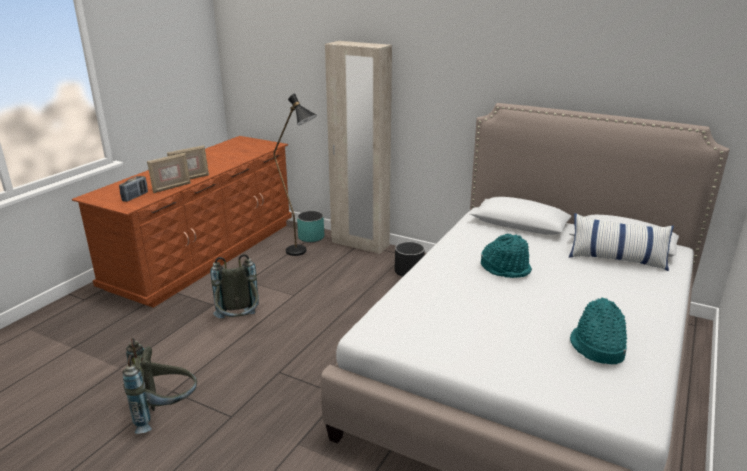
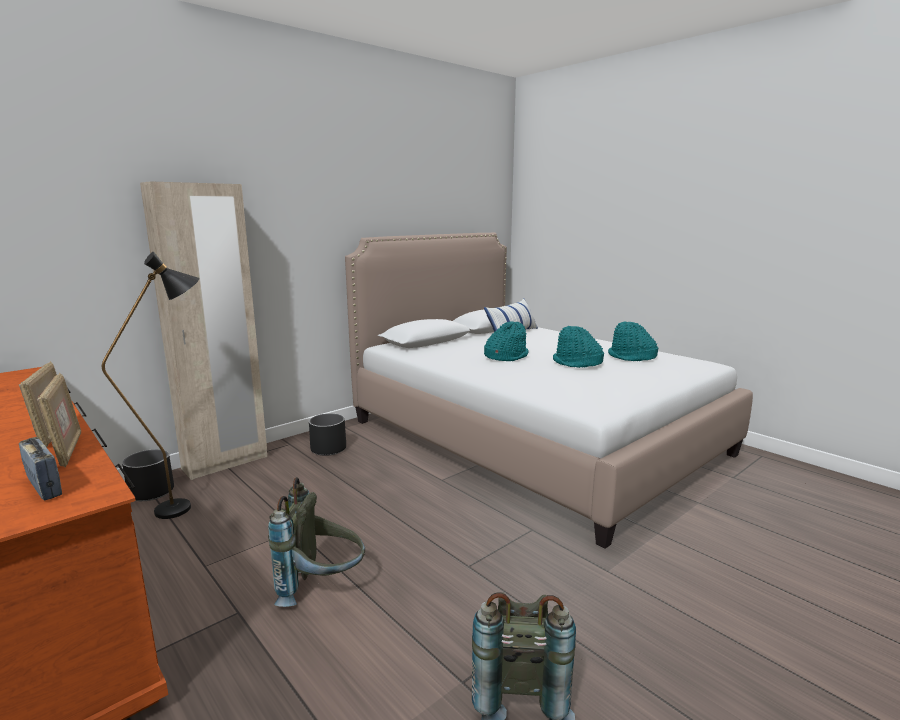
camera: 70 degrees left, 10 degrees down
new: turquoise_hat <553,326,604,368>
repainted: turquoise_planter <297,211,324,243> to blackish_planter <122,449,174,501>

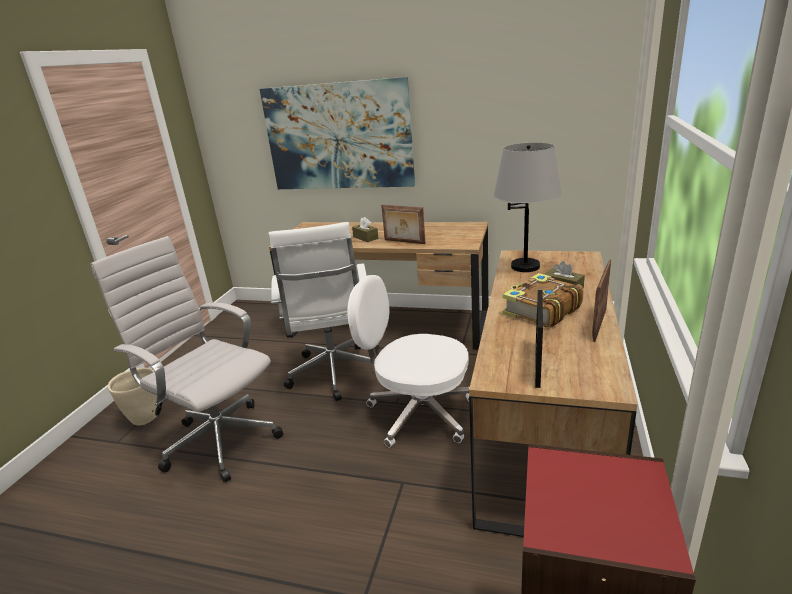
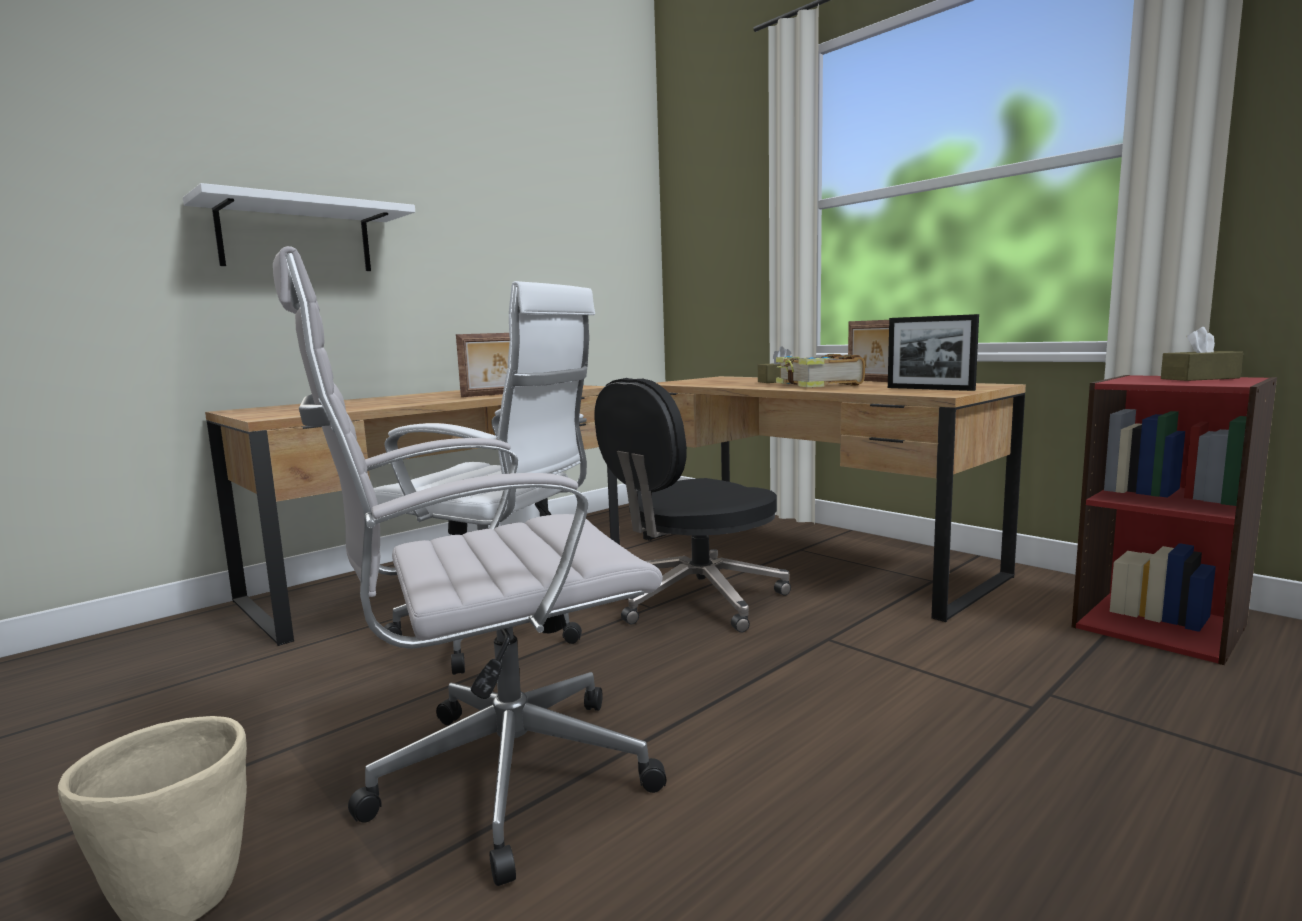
camera: 60 degrees left, 15 degrees down
gone: gray_tabletop_lamp <494,143,562,272>
shifted: brown-coloured_tissue_box <352,217,378,242> to <1161,327,1243,381>
swapped: wall_art <260,77,415,189> to whitish_bracket_shelf <183,183,415,271>
repainted: whitish_computer_chair <347,275,470,448> to blackish_computer_chair <594,378,791,633>

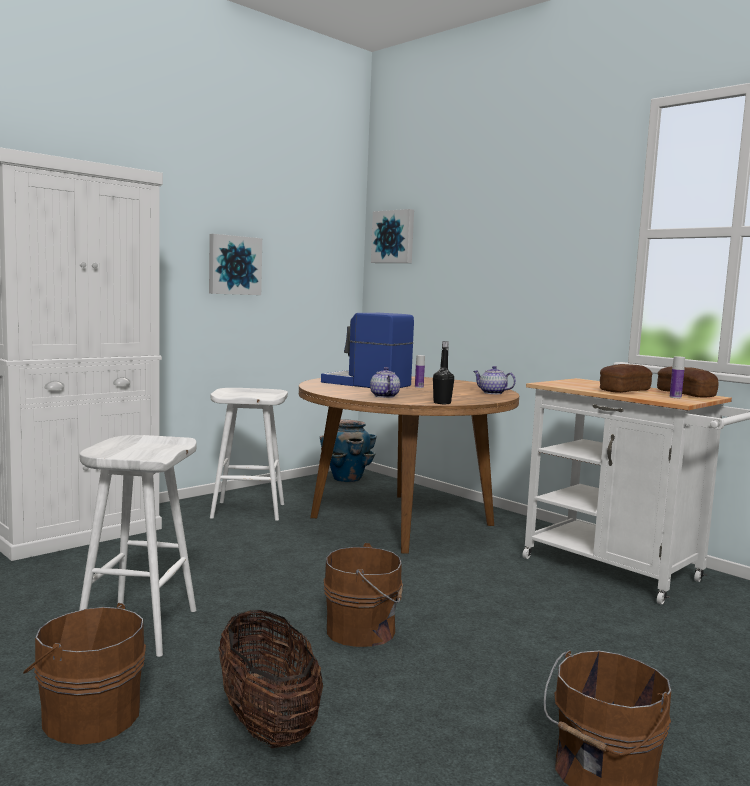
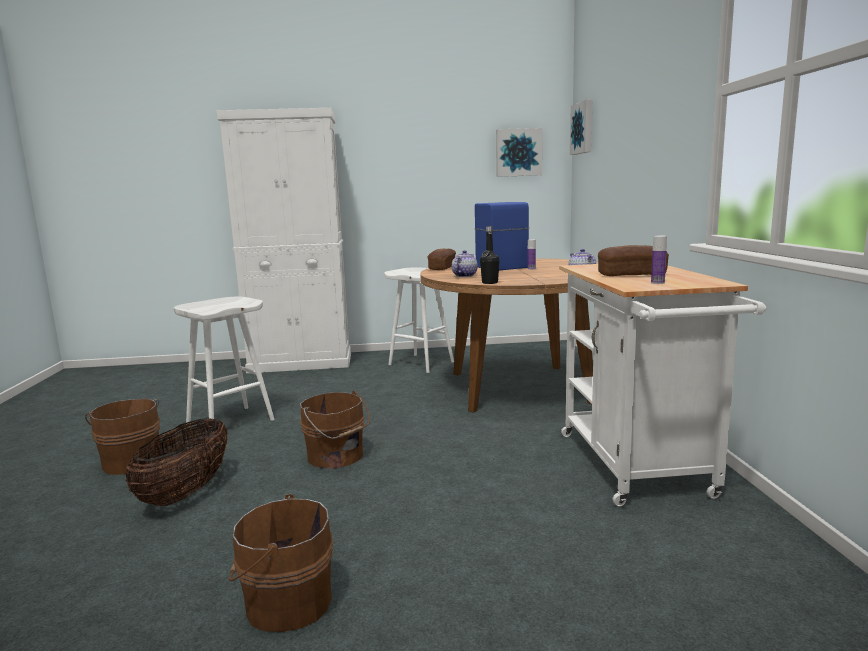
camera: 40 degrees right, 5 degrees up
gone: planter <320,420,377,482>
shifted: wall_art <209,234,262,295> to <496,128,542,177>; baked_bread <657,367,718,397> to <428,248,456,270>

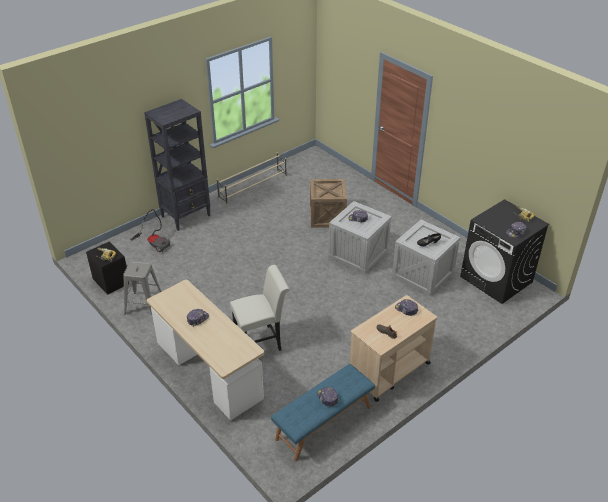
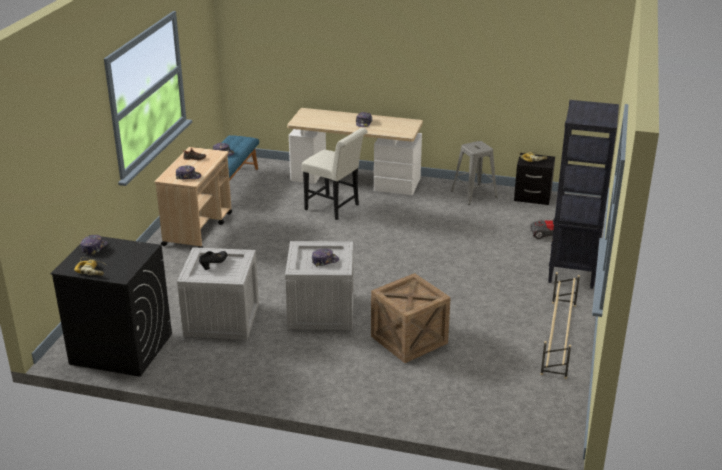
camera: 145 degrees right, 10 degrees down
rotated: whitish_upright_chair <230,265,290,351> = <302,128,368,220> 90 degrees counterclockwise

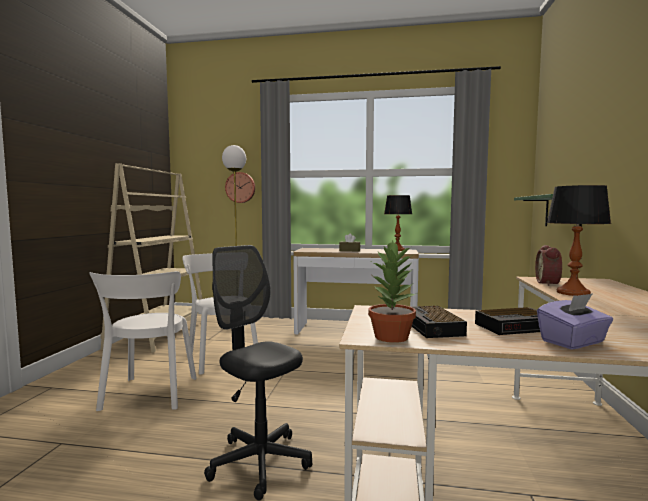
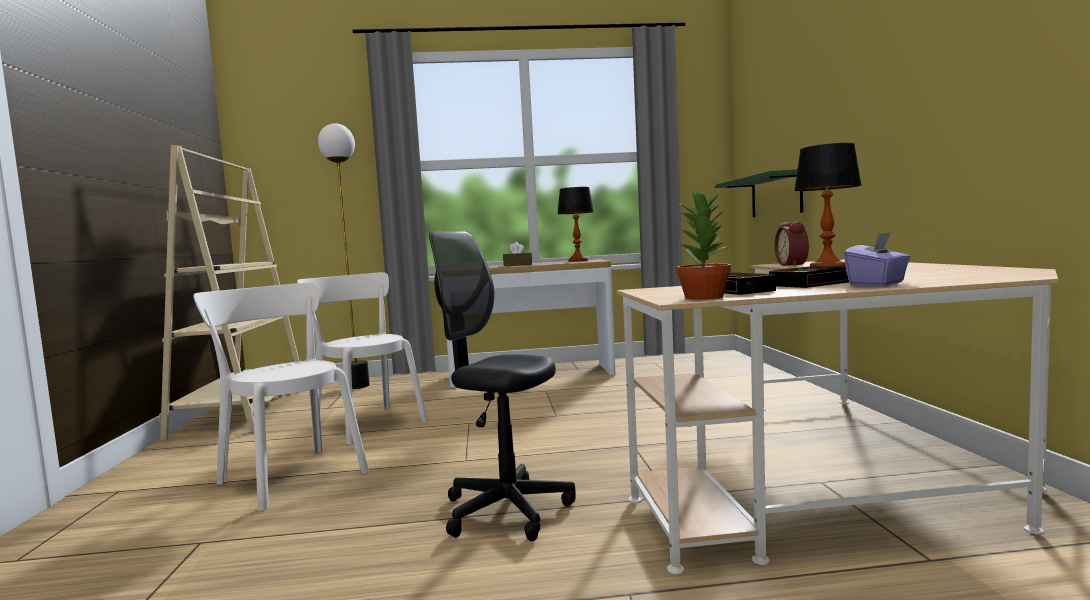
camera: 15 degrees left, 0 degrees up
gone: wall_clock <225,172,255,203>
rotated: whitish_upright_chair <89,271,197,411> = <193,282,369,511> 150 degrees clockwise

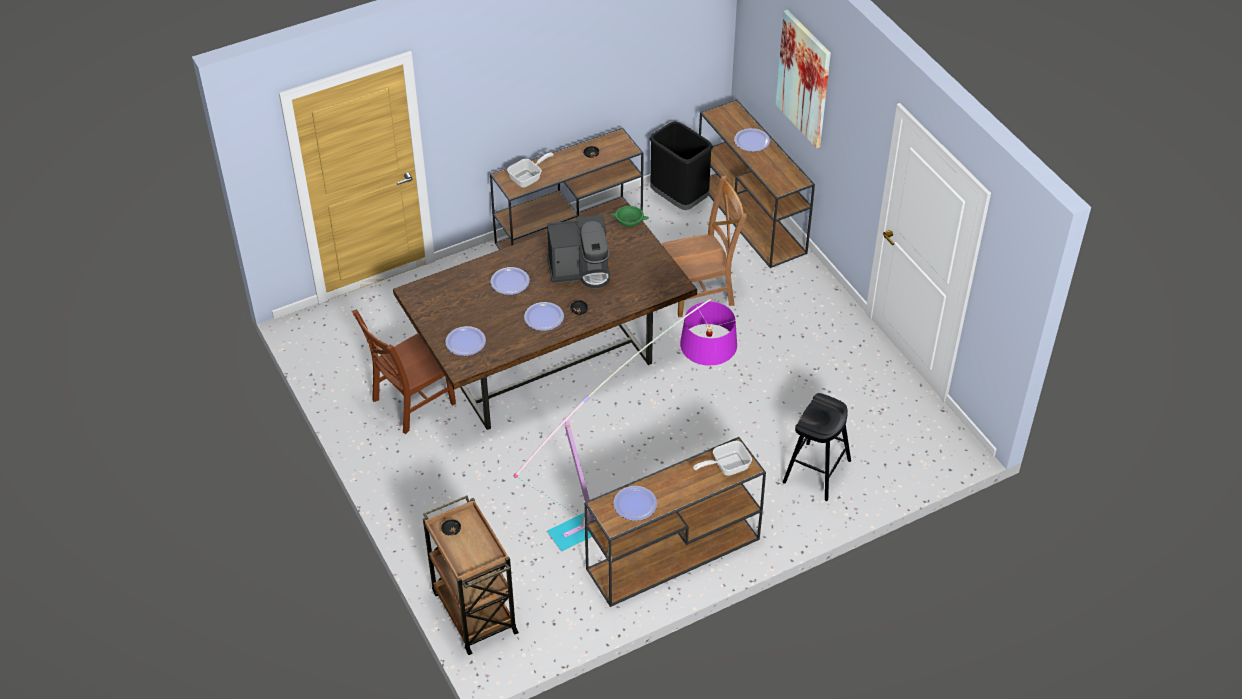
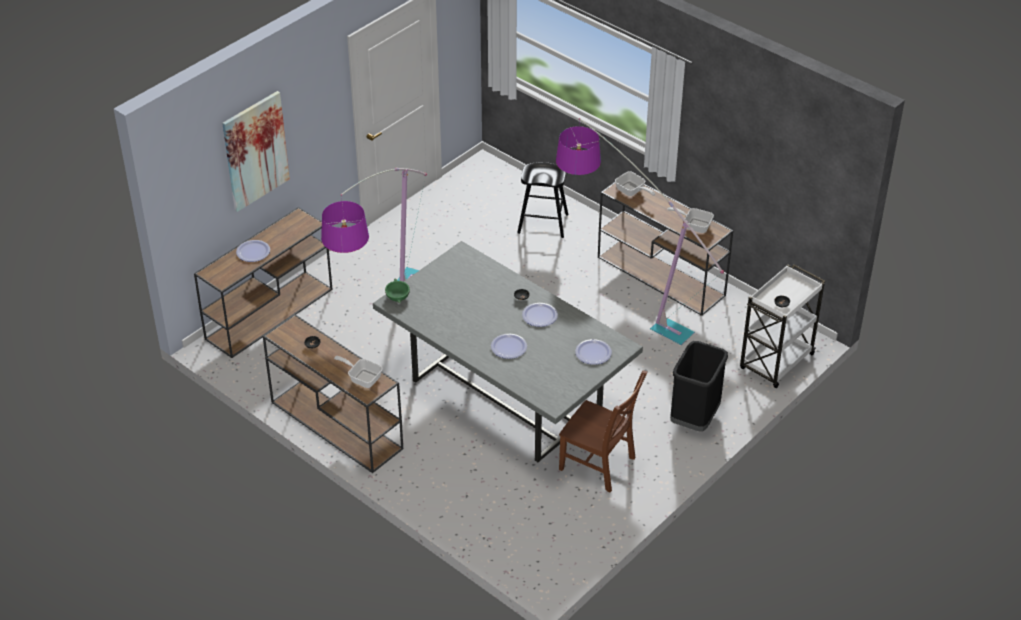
camera: 110 degrees left, 5 degrees down
gone: coffee_machine <547,215,610,289>
shifted: blackish_rubbish_bin <649,121,713,210> to <670,341,728,431>
swapped: brown-coloured_upright_chair <662,175,747,317> to standing_lamp <321,168,427,282>; flat_dish <613,486,657,521> to frying_pan <667,207,714,233>
repainted: brown-coloured_dining_table <393,203,697,430> to gray_dining_table <373,241,643,462>; brown-coloured_trolley <423,495,519,655> to whitish_trolley <740,265,825,388>

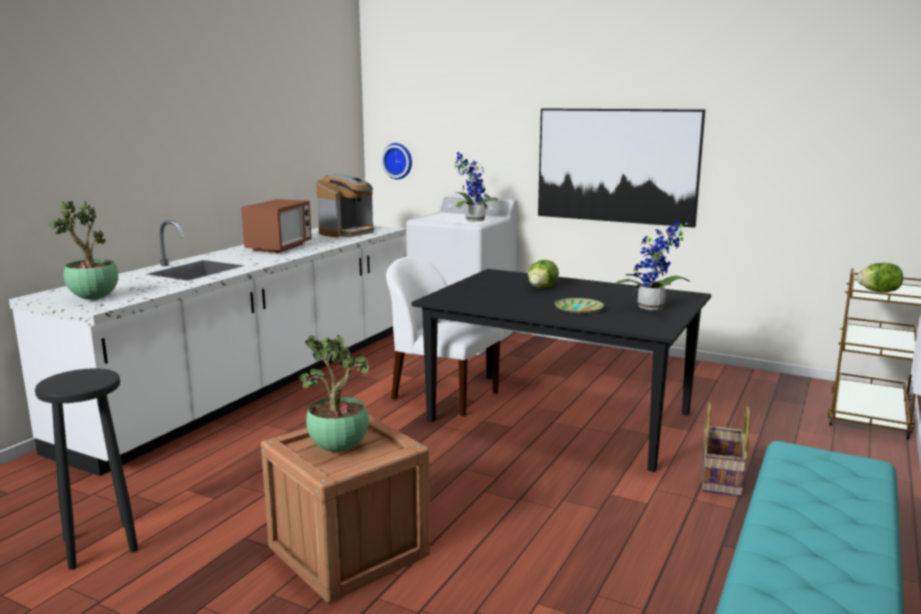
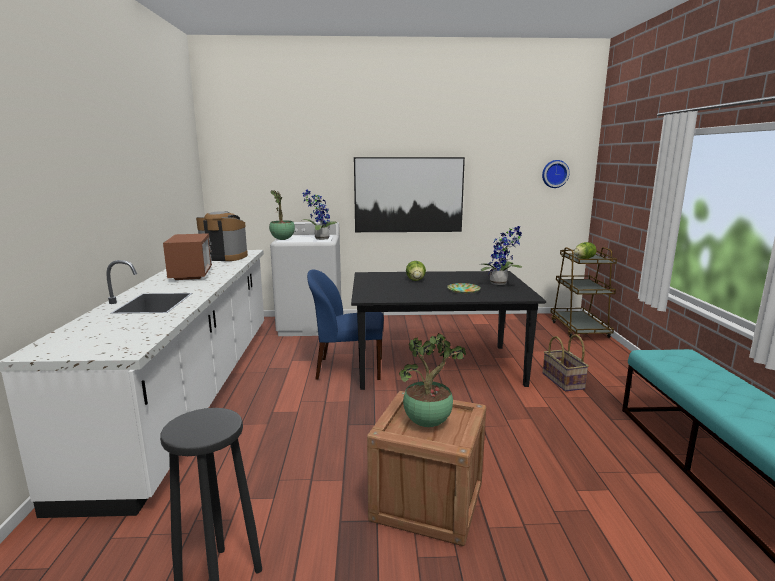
camera: 30 degrees left, 0 degrees up
shifted: wall_clock <381,143,412,179> to <542,160,570,188>; houseplant <49,201,118,300> to <269,190,295,240>
repainted: whitish_upright_chair <386,257,502,416> to blue-coloured_upright_chair <307,270,384,380>
rotated: coffee_machine <316,174,374,238> = <196,211,248,261> 90 degrees counterclockwise

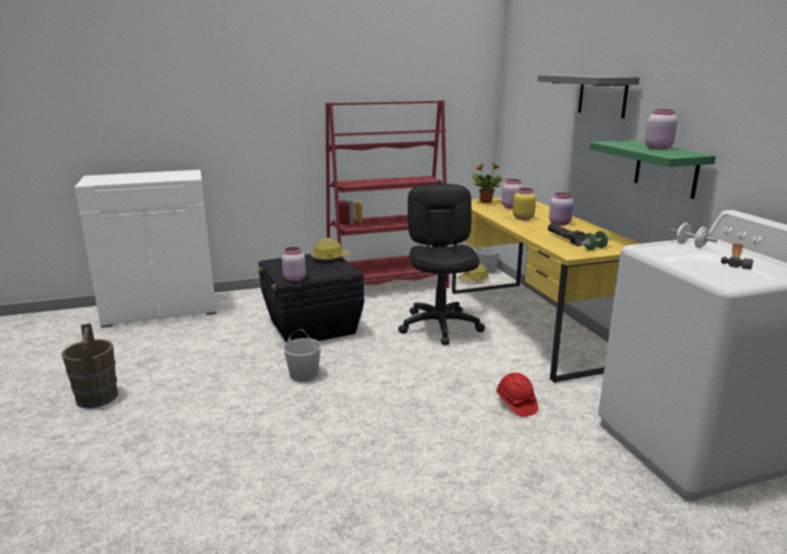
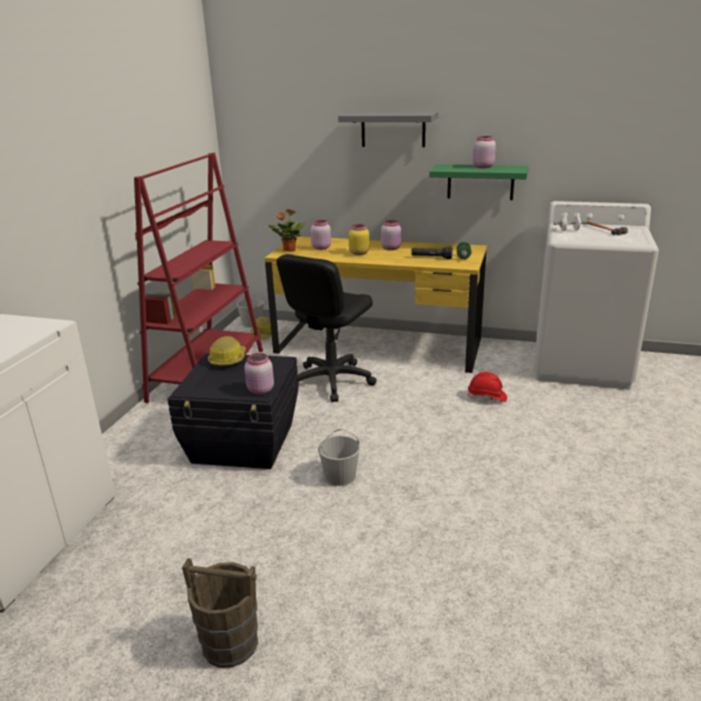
camera: 55 degrees left, 5 degrees up
rotated: blackish_computer_chair <398,184,485,345> = <276,254,377,402> 90 degrees counterclockwise

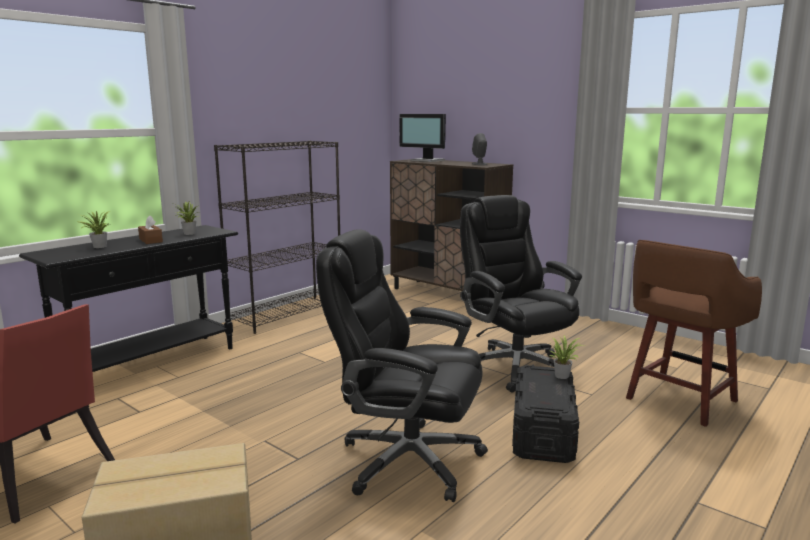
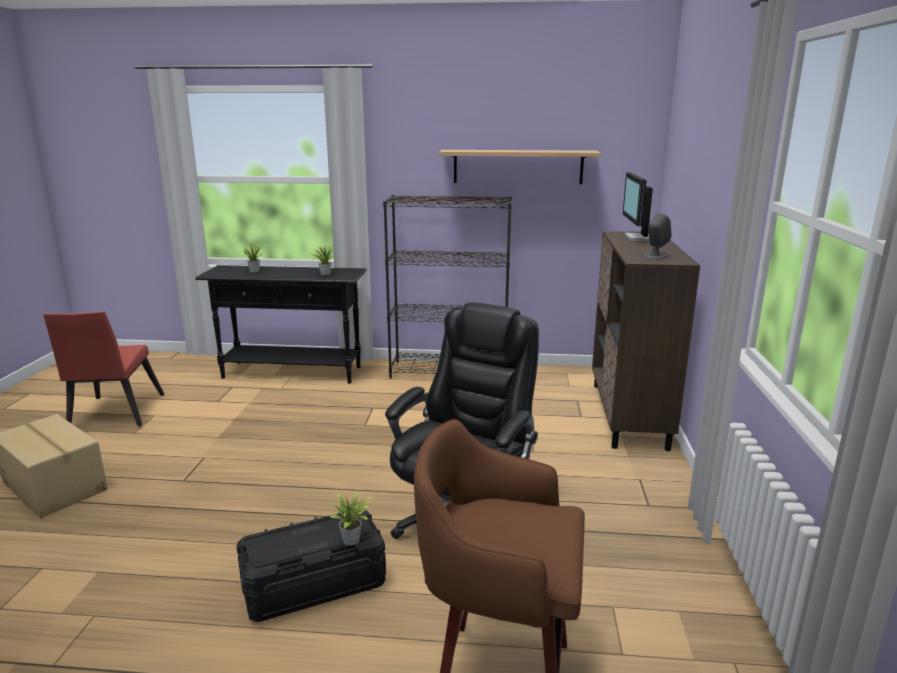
camera: 55 degrees right, 5 degrees up
gone: brown-coloured_tissue_box <138,215,163,244>; blackish_computer_chair <316,229,488,502>
new: bracket_shelf <439,150,601,184>

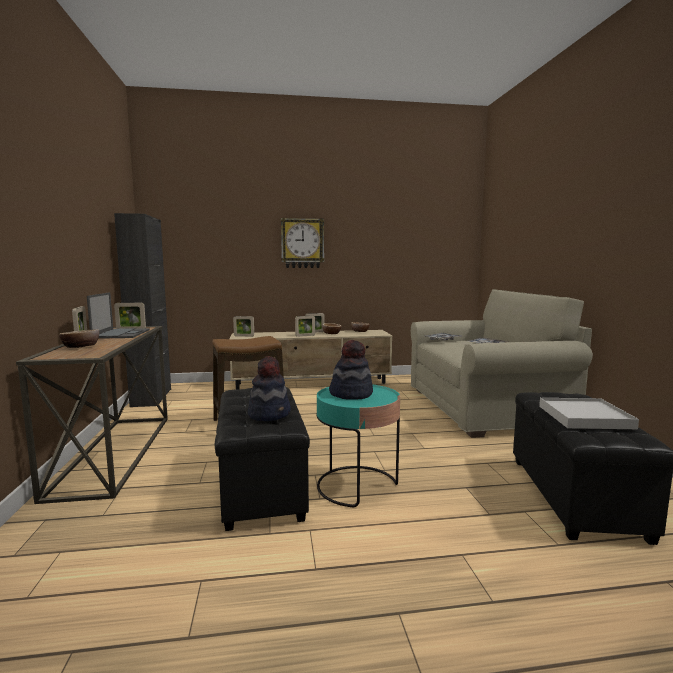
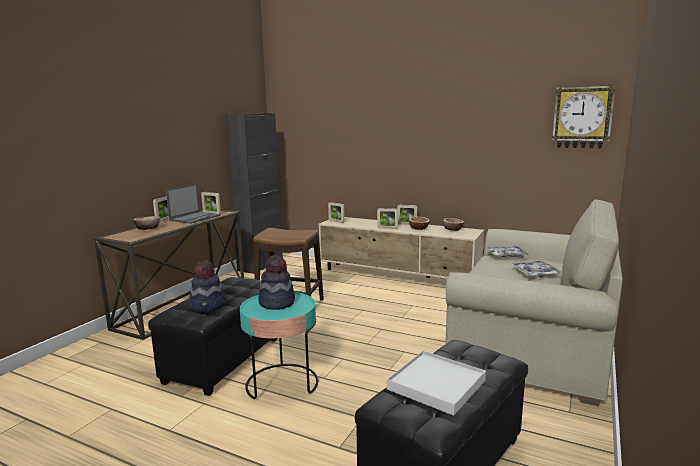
camera: 35 degrees right, 5 degrees up
shifted: wall_clock <281,218,324,268> to <552,86,616,148>

